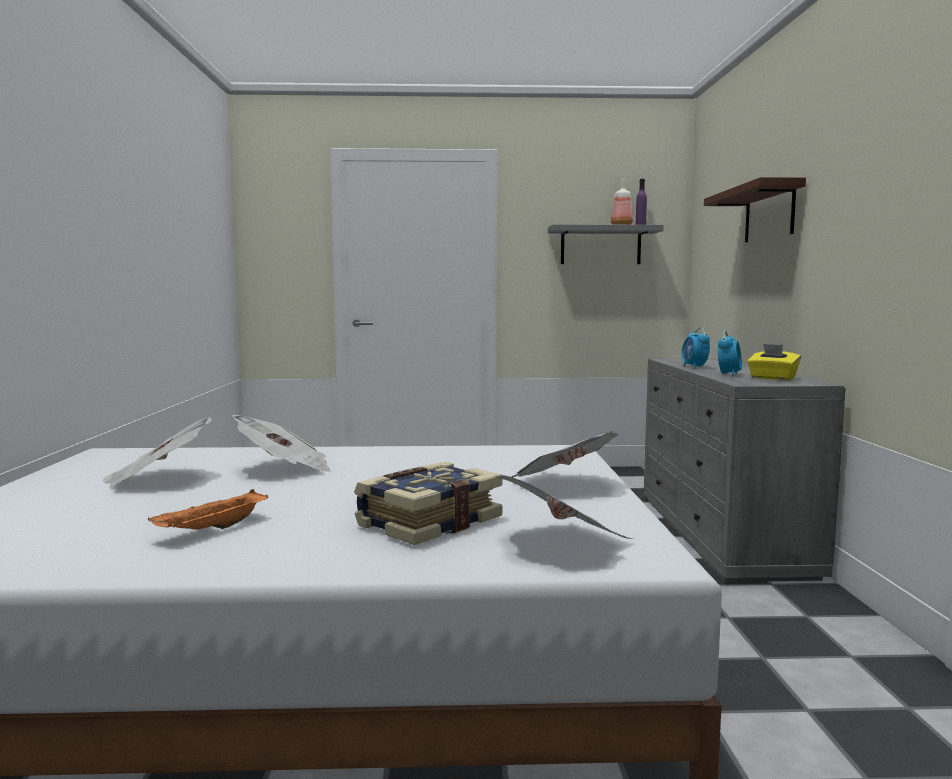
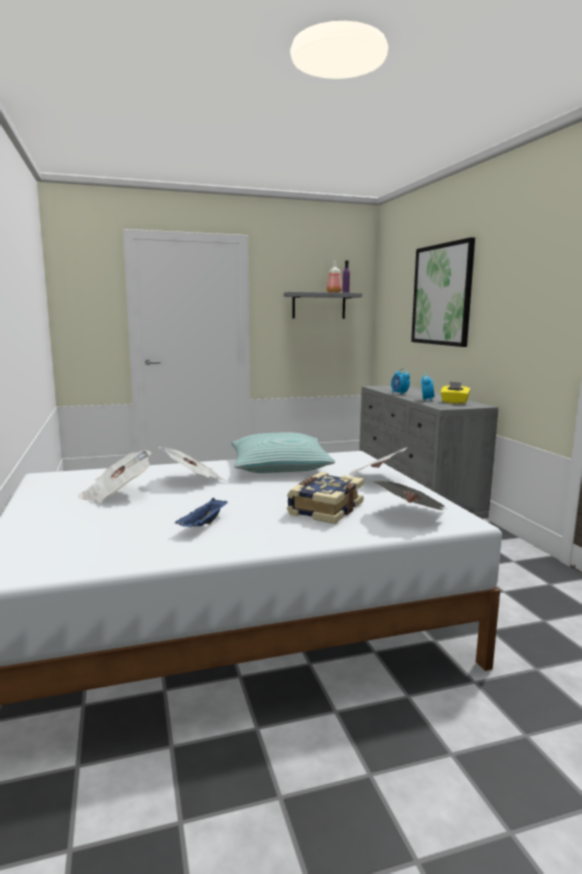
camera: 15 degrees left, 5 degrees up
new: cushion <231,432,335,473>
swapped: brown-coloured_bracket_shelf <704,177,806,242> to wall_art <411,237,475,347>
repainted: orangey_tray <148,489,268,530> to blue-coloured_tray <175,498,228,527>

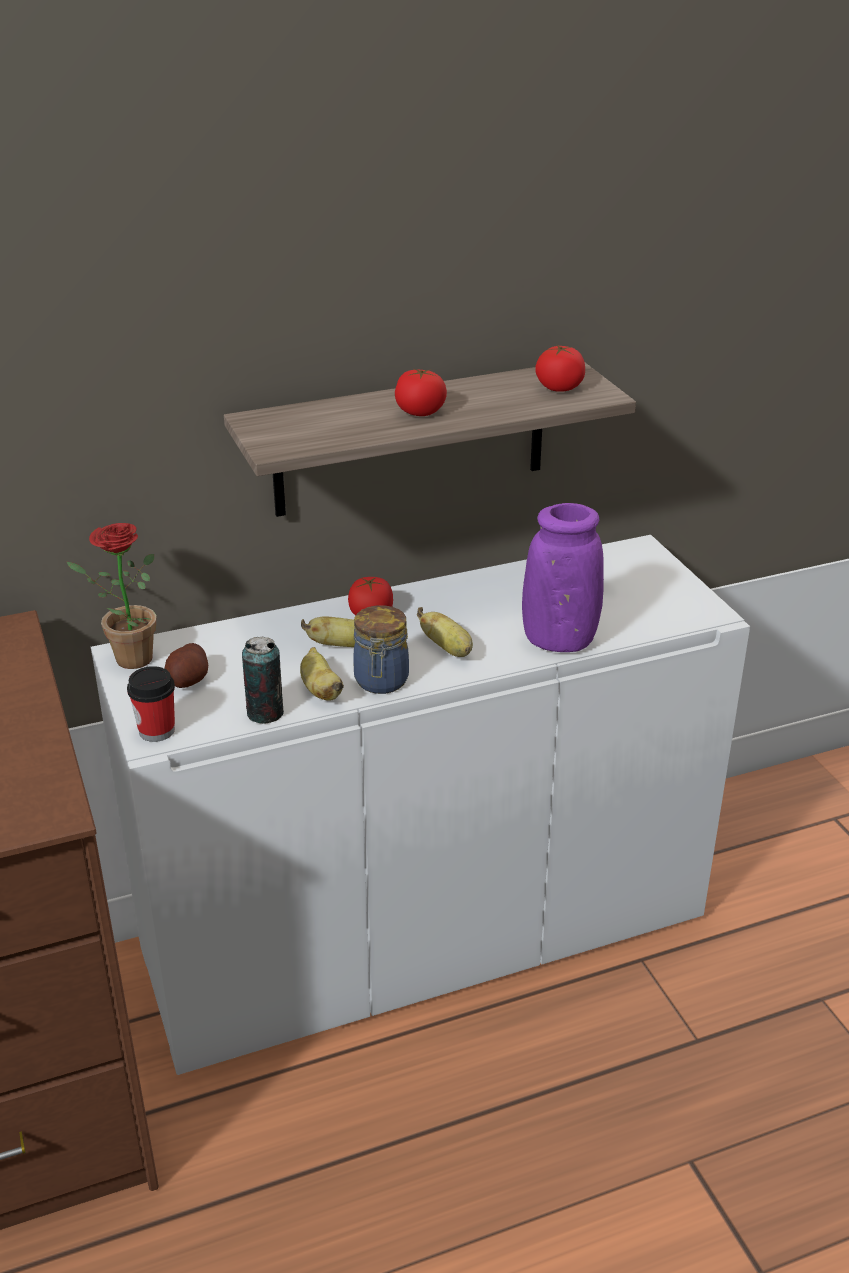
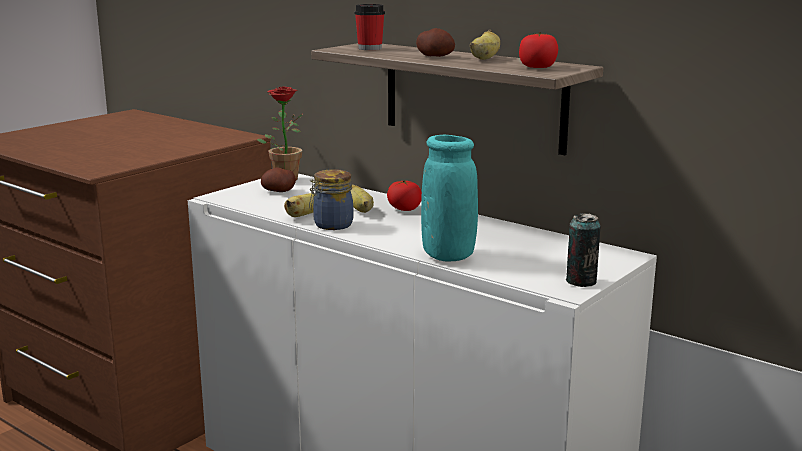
camera: 60 degrees right, 15 degrees down
shifted: banana_fruit <417,607,473,657> to <470,30,500,60>; sealed_can <242,637,284,724> to <566,213,600,287>; small_cup <127,666,175,742> to <354,4,385,50>
swapped: whole_tomato <395,369,447,416> to potato <416,28,455,57>
repainted: purple-coloured_vase <522,503,604,652> to turquoise_vase <421,135,478,262>

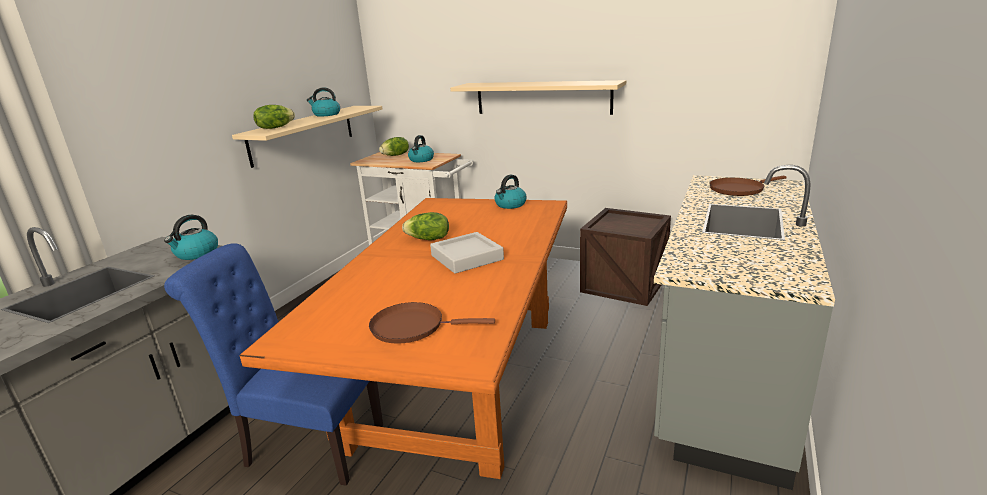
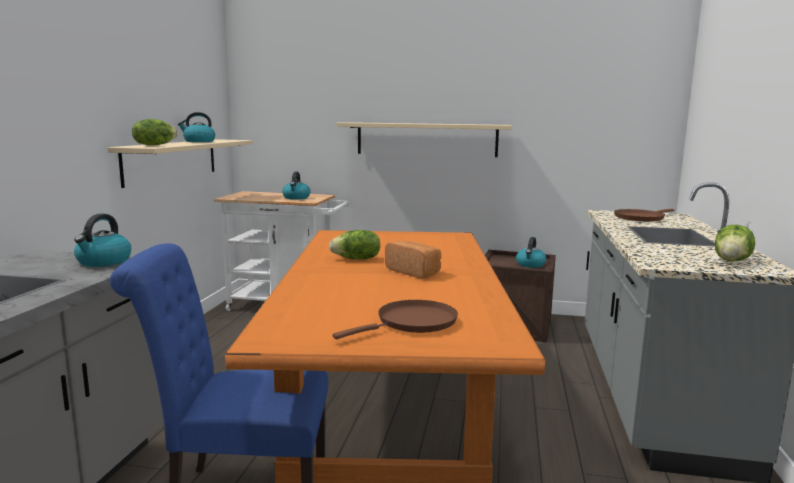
camera: 15 degrees left, 10 degrees down
shifted: head_of_lettuce <379,137,409,156> to <715,225,755,262>; water_kettle <495,175,527,209> to <516,237,546,268>
swapped: gray_tray <430,232,504,274> to baked_bread <385,241,441,278>
rotated: brown-coloured_frying_pan <369,302,495,344> = <333,300,458,339> 150 degrees clockwise

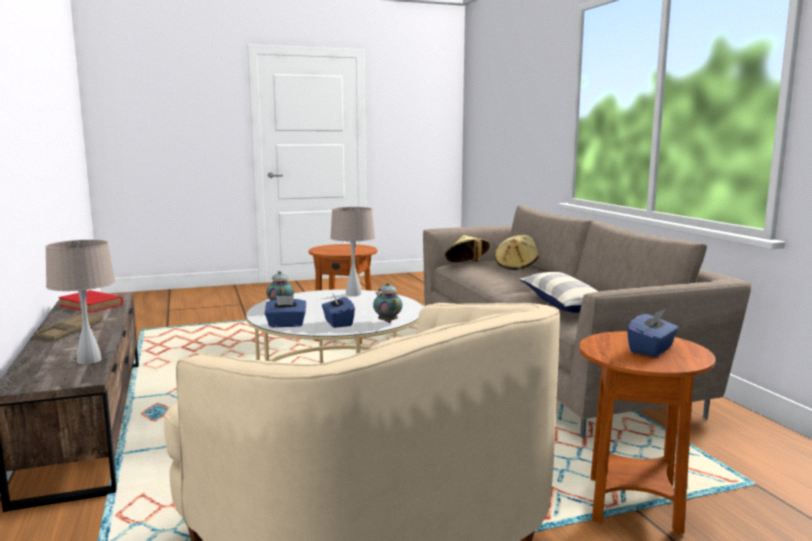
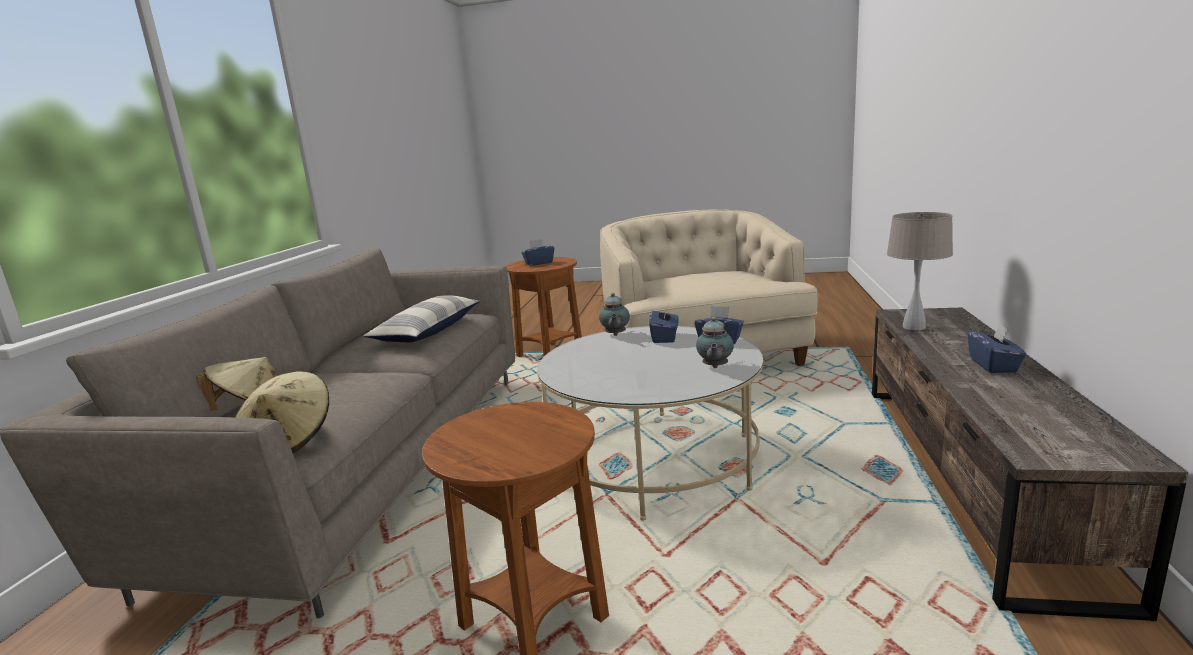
camera: 150 degrees left, 5 degrees up
gone: beige_tabletop_lamp <330,207,375,296>; reddish_bound_book <58,290,123,313>
swapped: brown-coloured_tray <35,314,103,340> to blue-coloured_tissue_box <968,324,1026,373>

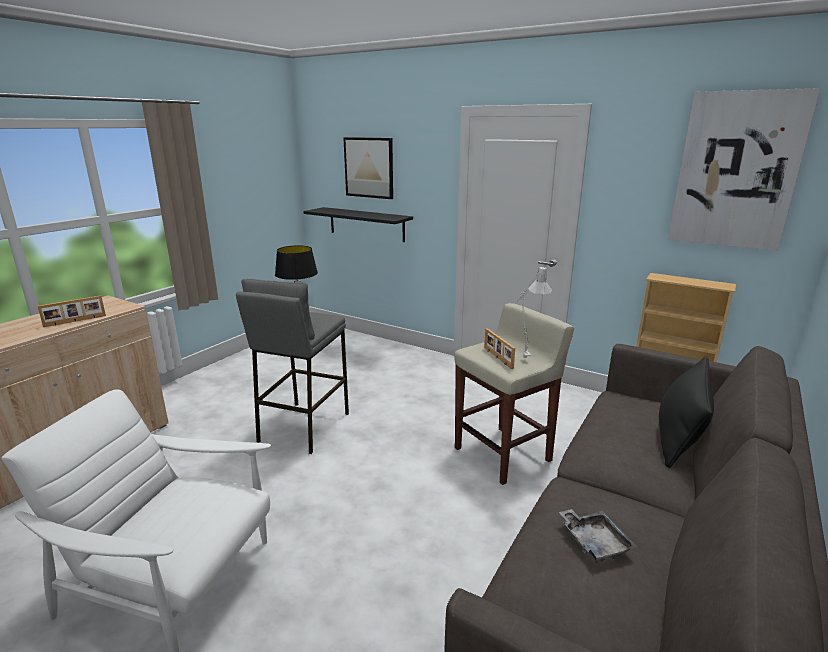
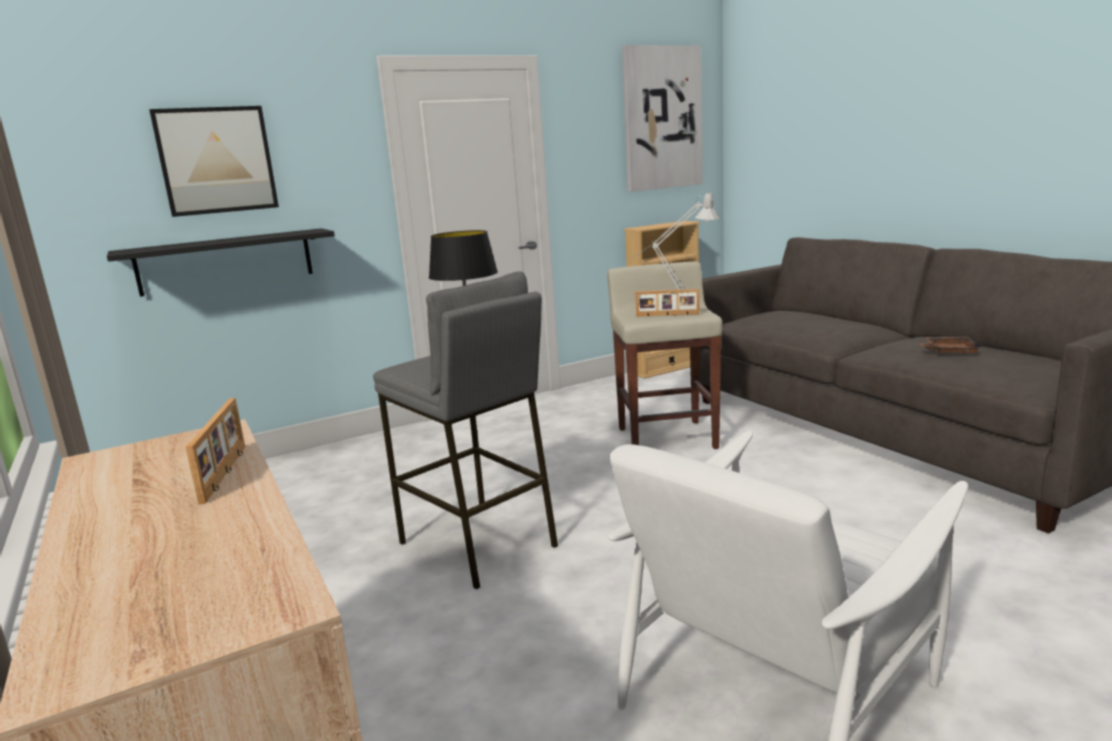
camera: 60 degrees left, 5 degrees down
gone: blackish_cushion <659,356,714,468>
repainted: gray_tray <559,509,637,563> to brown-coloured_tray <919,337,982,353>

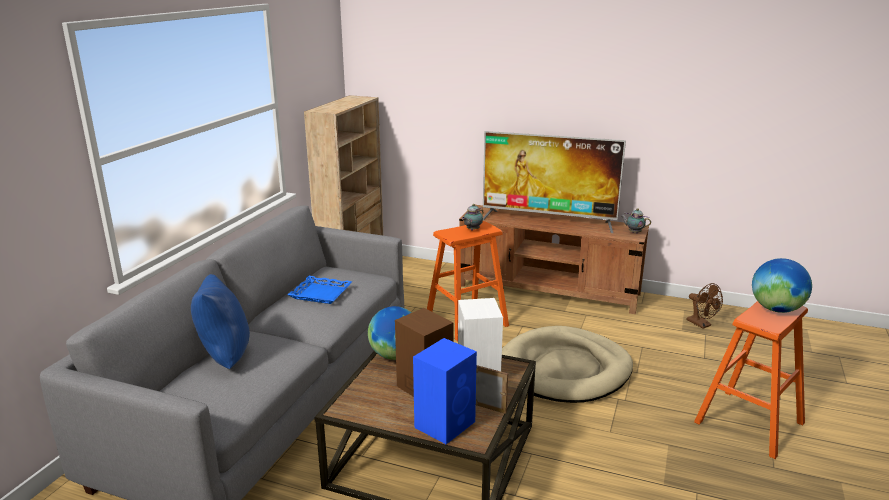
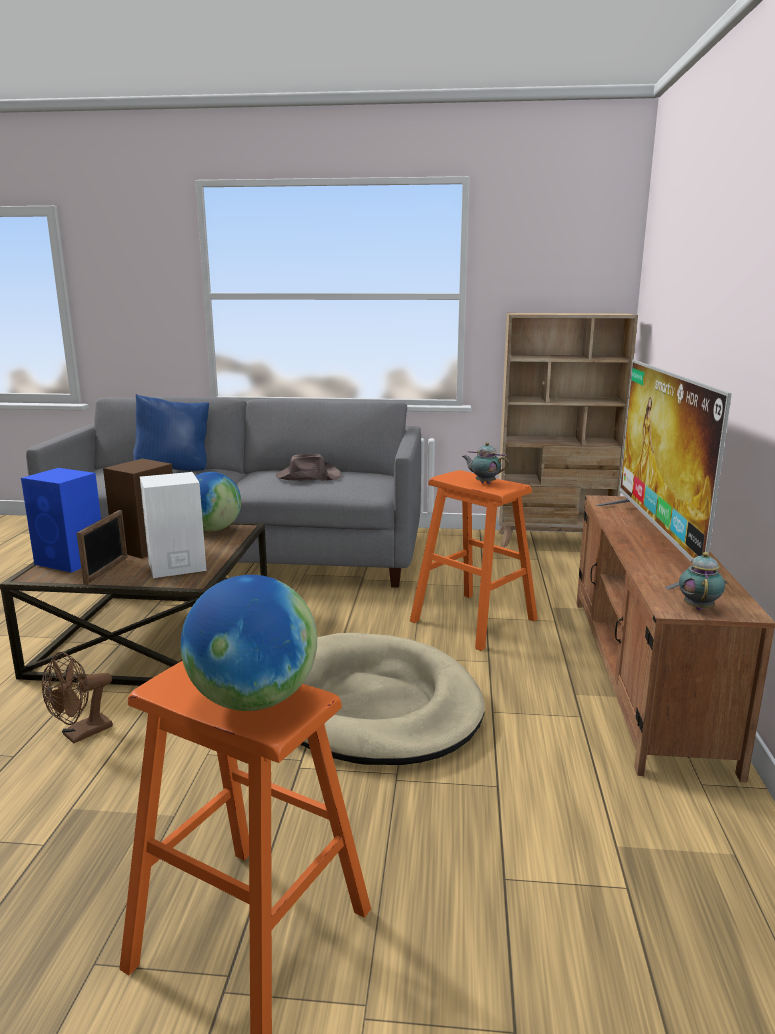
camera: 75 degrees right, 5 degrees down
shifted: brown-coloured_cooling_fan <687,283,723,329> to <42,652,113,744>
swapped: blue-coloured_tray <287,276,352,304> to brown-coloured_hat <276,454,341,481>

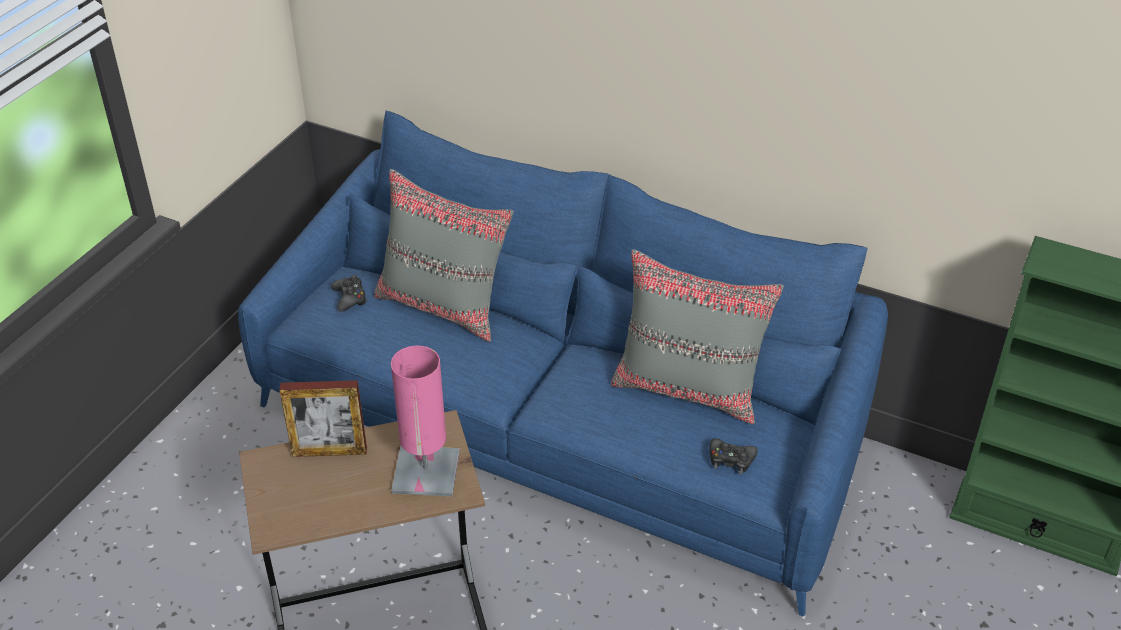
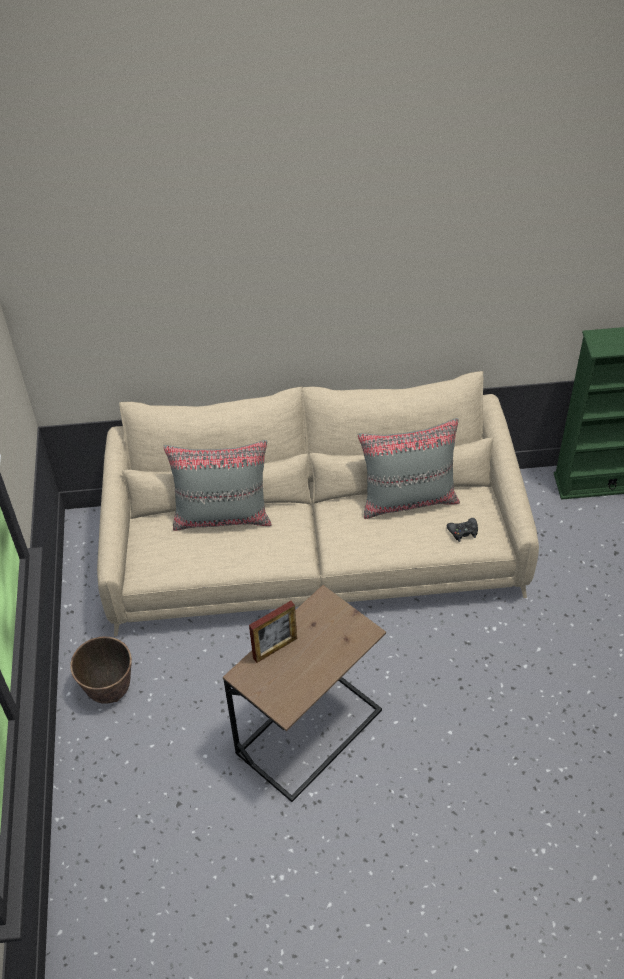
camera: 30 degrees left, 10 degrees up
gone: blackish_gamepad <331,275,367,312>; pinkish_tabletop_lamp <391,346,460,496>
new: planter <70,636,132,704>
repainted: blue-coloured_settee <238,111,888,617> to beige_settee <97,371,539,636>

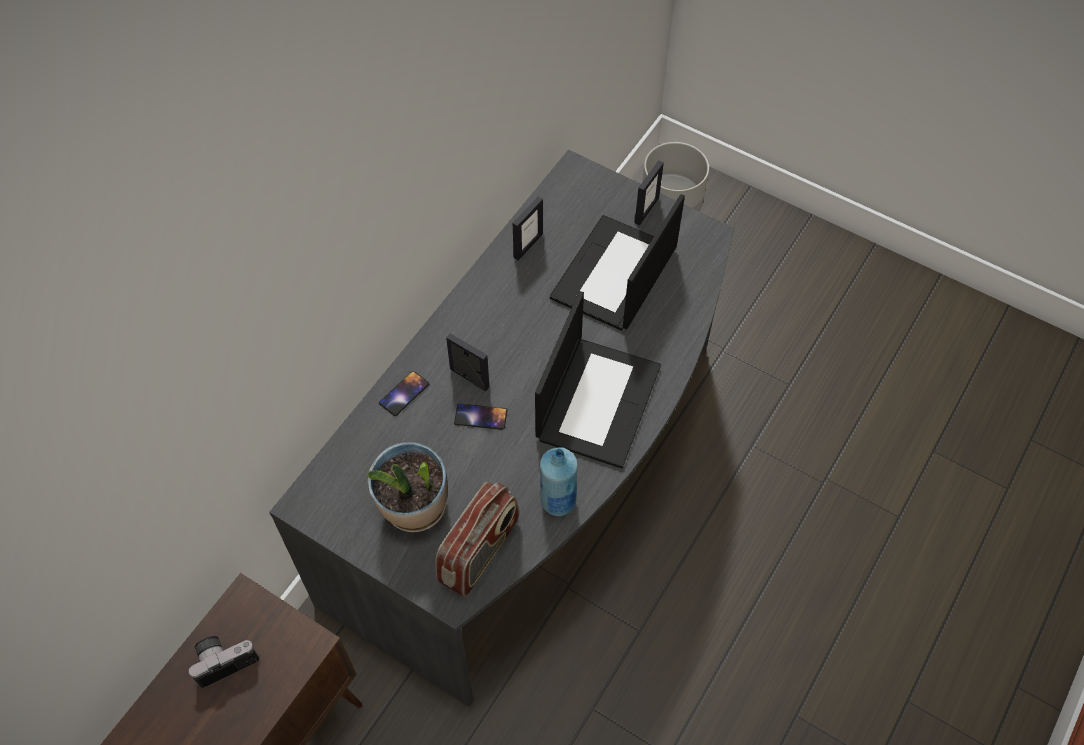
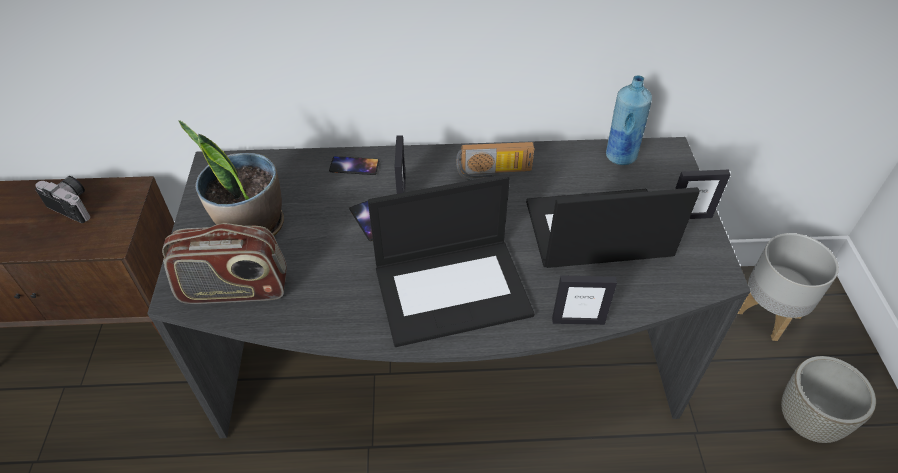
camera: 55 degrees right, 10 degrees down
new: radio_receiver <456,142,534,181>; gray_planter <781,356,876,443>
shifted: standing_frame <513,196,543,261> to <552,275,617,325>; blue-coloured_beverage_bottle <540,447,578,516> to <606,75,652,165>

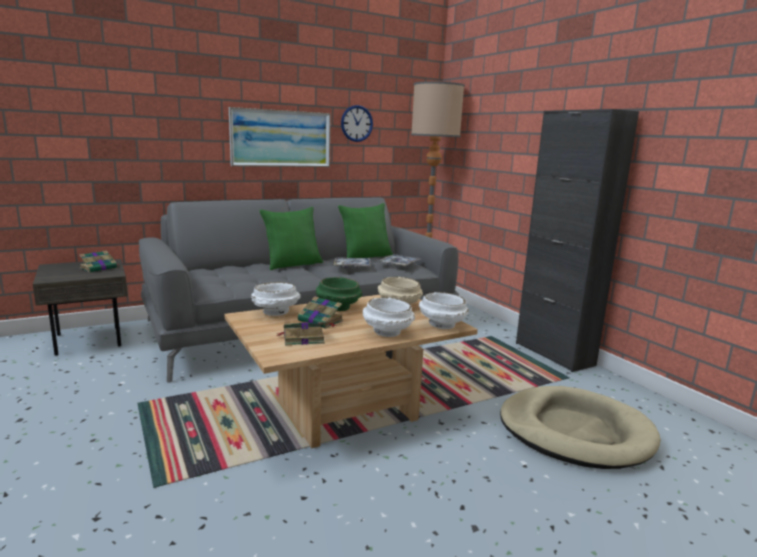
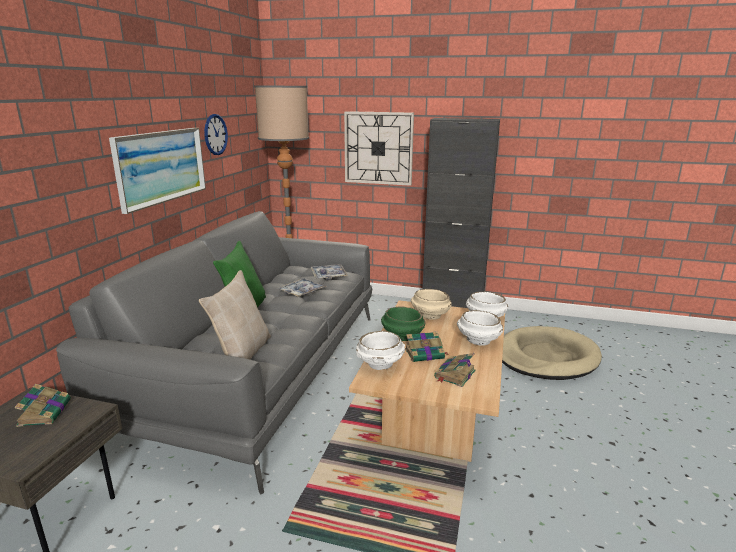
camera: 45 degrees left, 5 degrees up
gone: green_cushion <338,203,393,258>
new: wall_clock <344,111,414,186>; beige_cushion <199,270,271,359>

